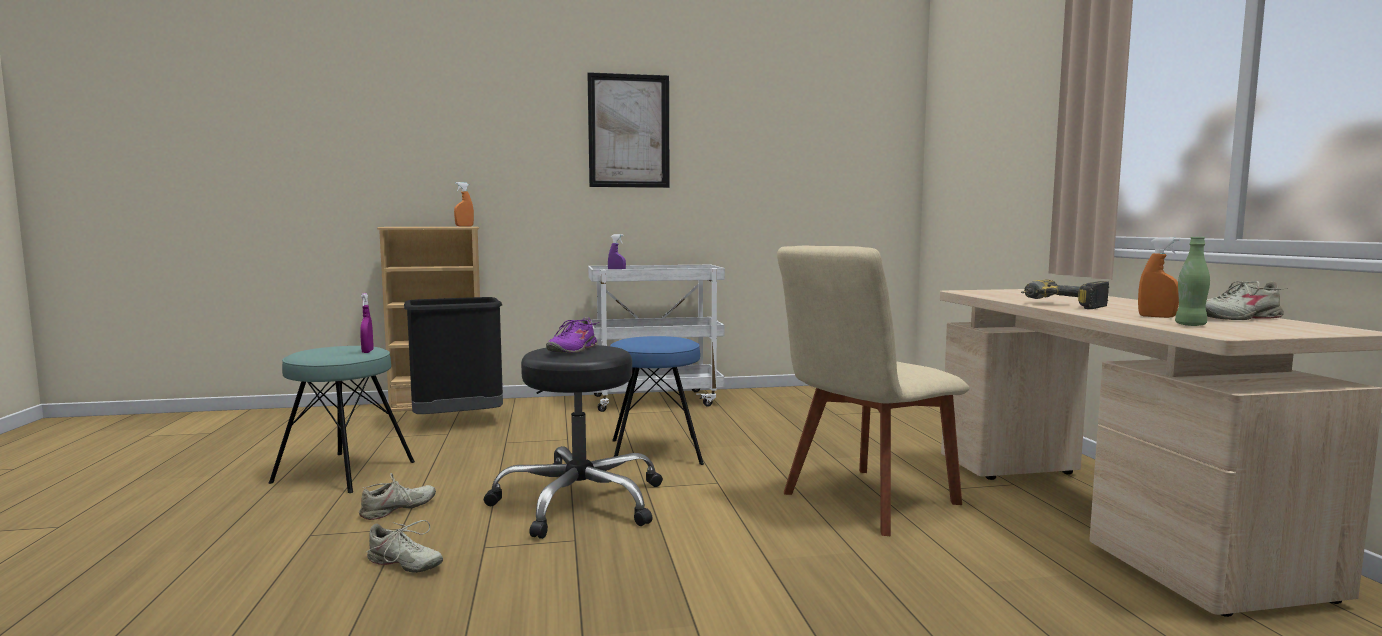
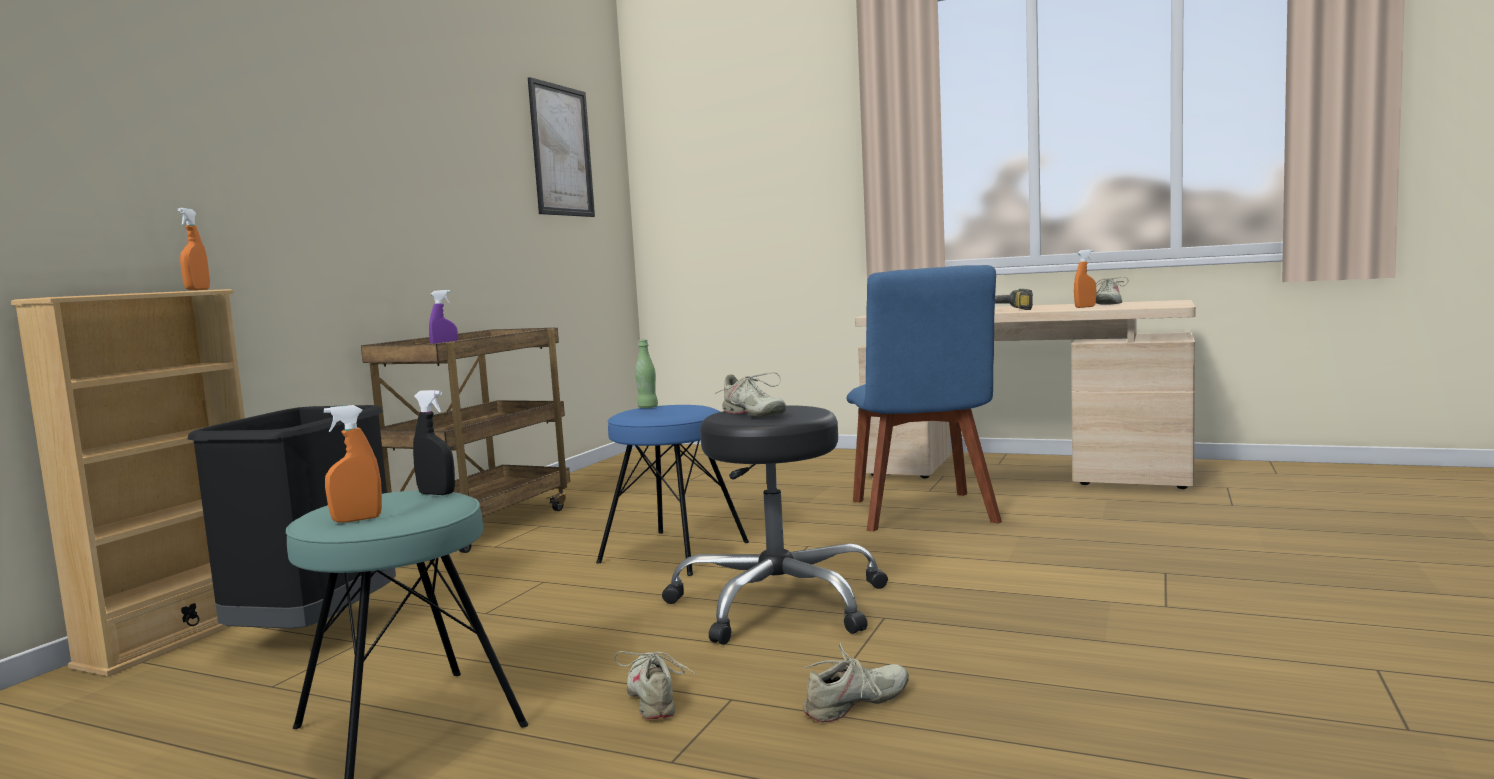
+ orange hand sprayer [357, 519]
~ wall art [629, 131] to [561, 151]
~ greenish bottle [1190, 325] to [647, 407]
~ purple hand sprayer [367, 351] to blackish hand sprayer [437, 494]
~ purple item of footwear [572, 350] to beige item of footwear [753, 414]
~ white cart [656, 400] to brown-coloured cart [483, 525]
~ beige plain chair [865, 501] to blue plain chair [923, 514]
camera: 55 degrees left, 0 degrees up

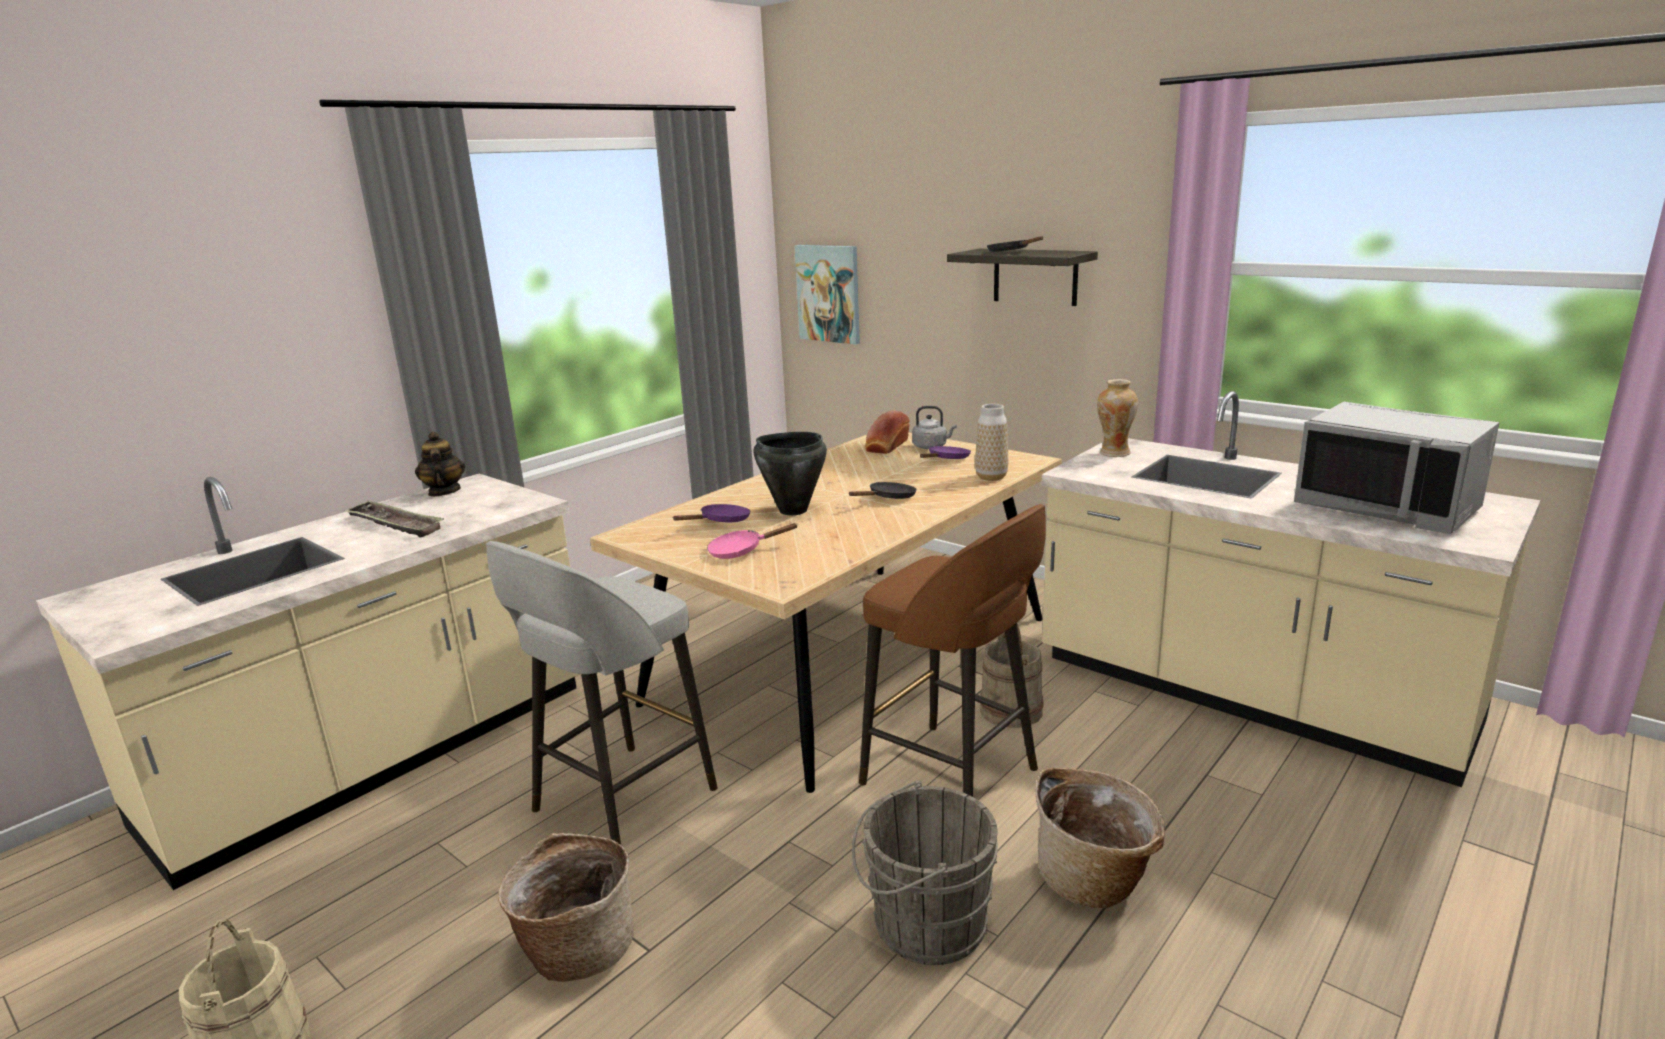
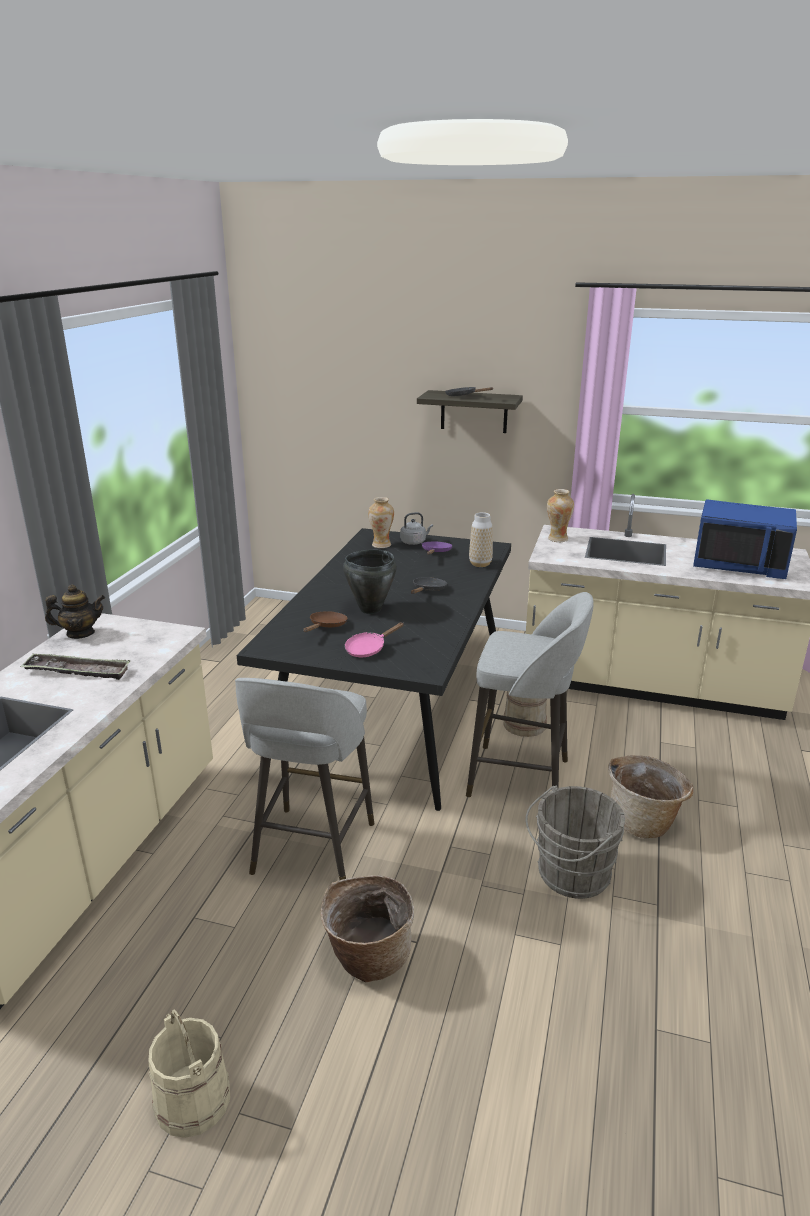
- wall art [829, 293]
~ baked bread [886, 446] to decorative vase [381, 545]
~ beige dining table [852, 661] to blackish dining table [395, 709]
~ purple pan [721, 521] to brown-coloured pan [326, 626]
~ brown-coloured sitting stool [953, 779] to greyish sitting stool [522, 779]
~ greyish kitchen microwave [1387, 507] to blue kitchen microwave [740, 563]
~ pot for tea [444, 492] = [80, 633] 120 degrees clockwise
camera: 25 degrees left, 5 degrees up

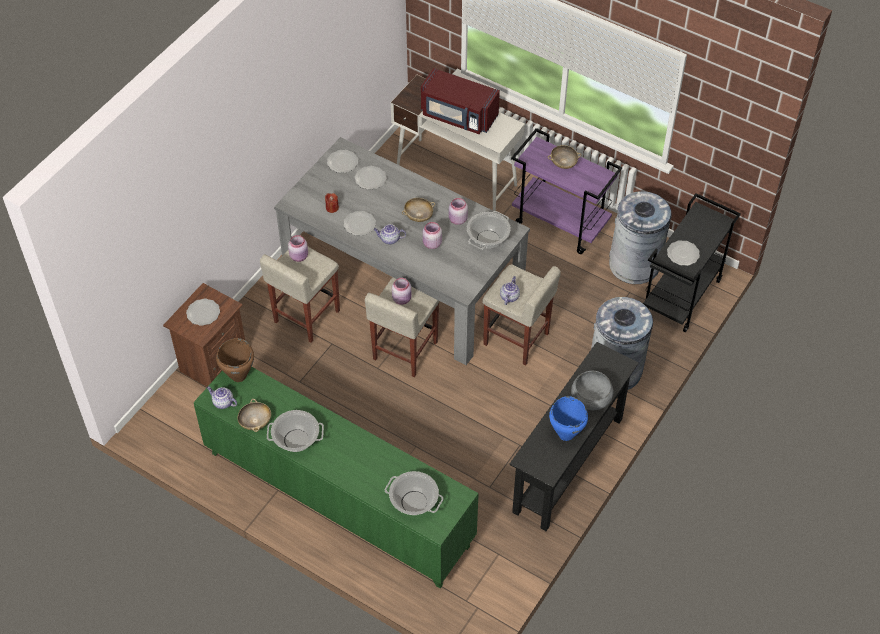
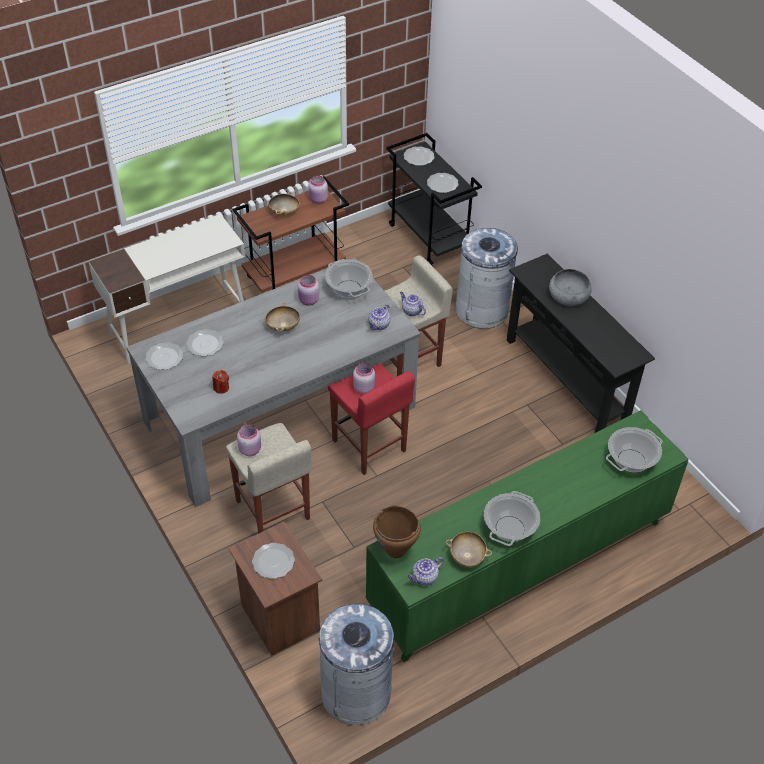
- red kitchen microwave [458, 116]
- blue stockpot [565, 434]
~ plate [359, 224] to [418, 157]
~ pot for tea [389, 239] to [379, 325]
~ pinkish jar [431, 244] to [318, 200]
~ greyish rubbish bin [634, 264] to [356, 692]
~ beige sitting stool [404, 351] to red sitting stool [369, 446]
~ purple cart [561, 224] to brown-coloured cart [295, 278]
camera: 65 degrees left, 5 degrees down

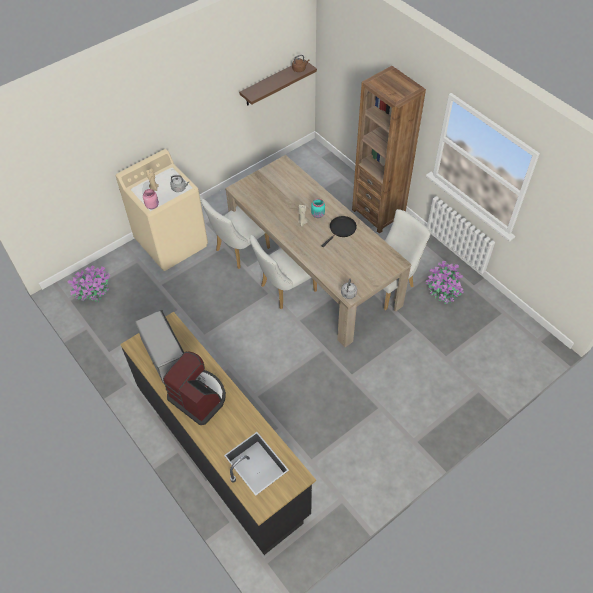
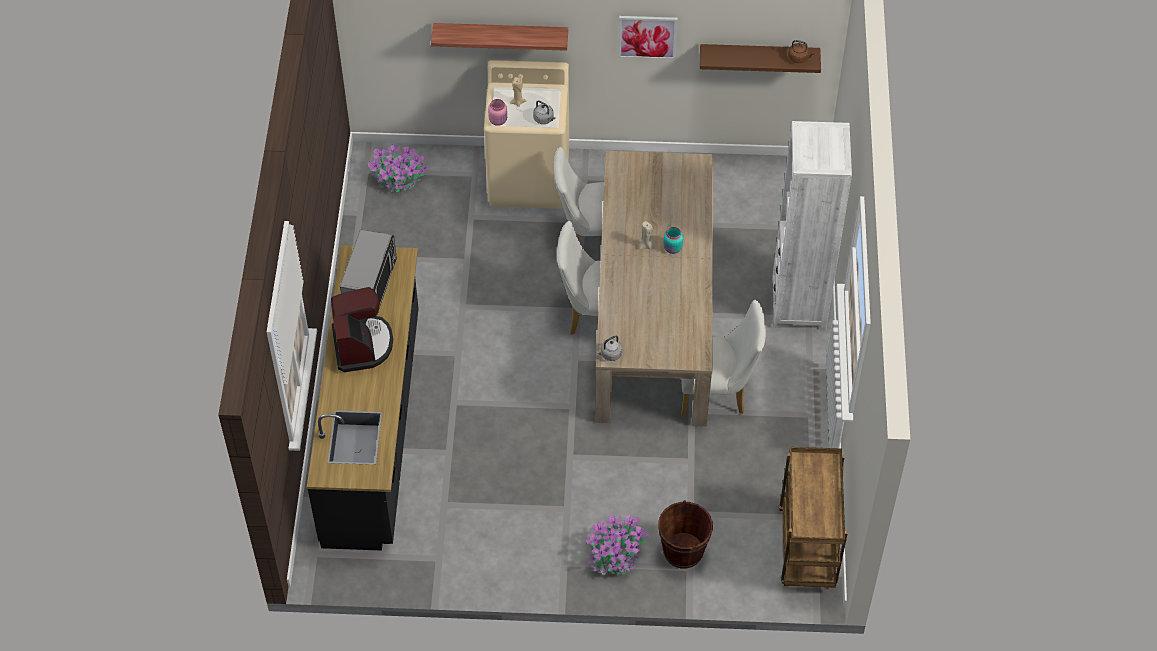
- blackish pan [341, 229]
+ shelf [501, 35]
+ wall art [647, 36]
+ brown-coloured water bucket [683, 551]
+ brown-coloured cart [808, 549]
~ potted plant [443, 290] to [615, 555]
~ brown-coloured bookcase [378, 213] to white bookcase [799, 303]
camera: 40 degrees right, 0 degrees up

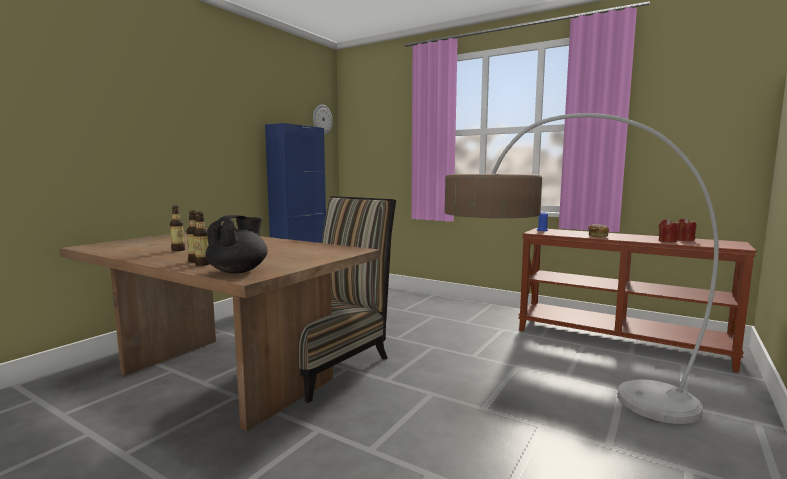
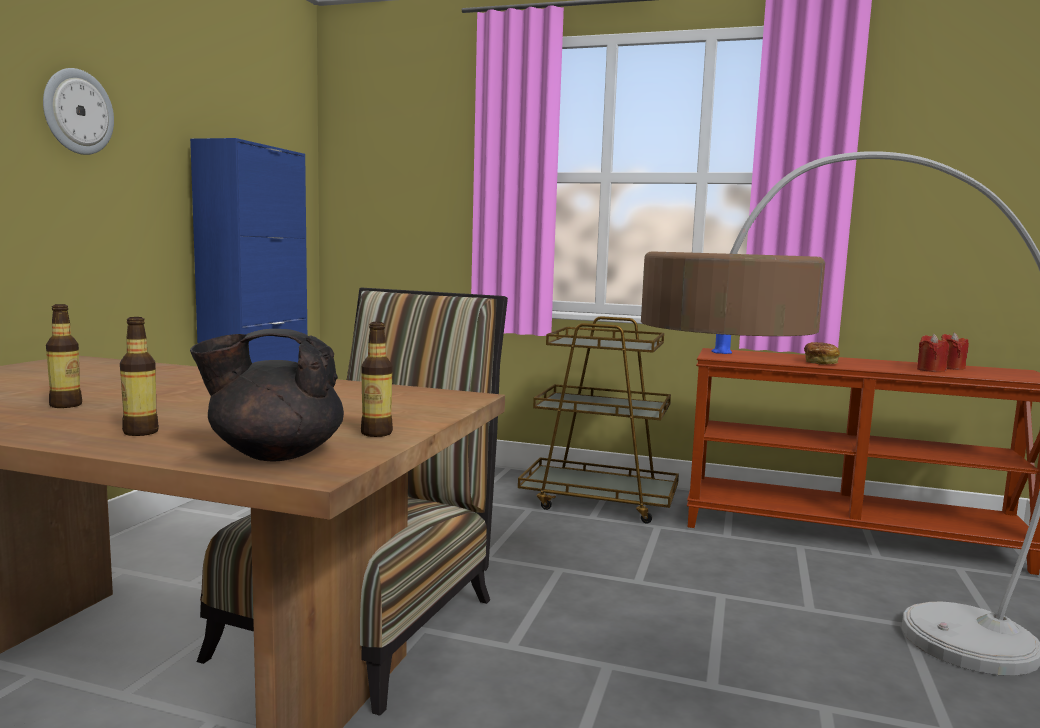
+ brown-coloured cart [599, 502]
~ bottle [203, 264] to [376, 433]
~ clock on the wall [322, 119] to [77, 112]
~ blackish pot for tea [239, 271] = [274, 454] 105 degrees counterclockwise
camera: 15 degrees left, 0 degrees up

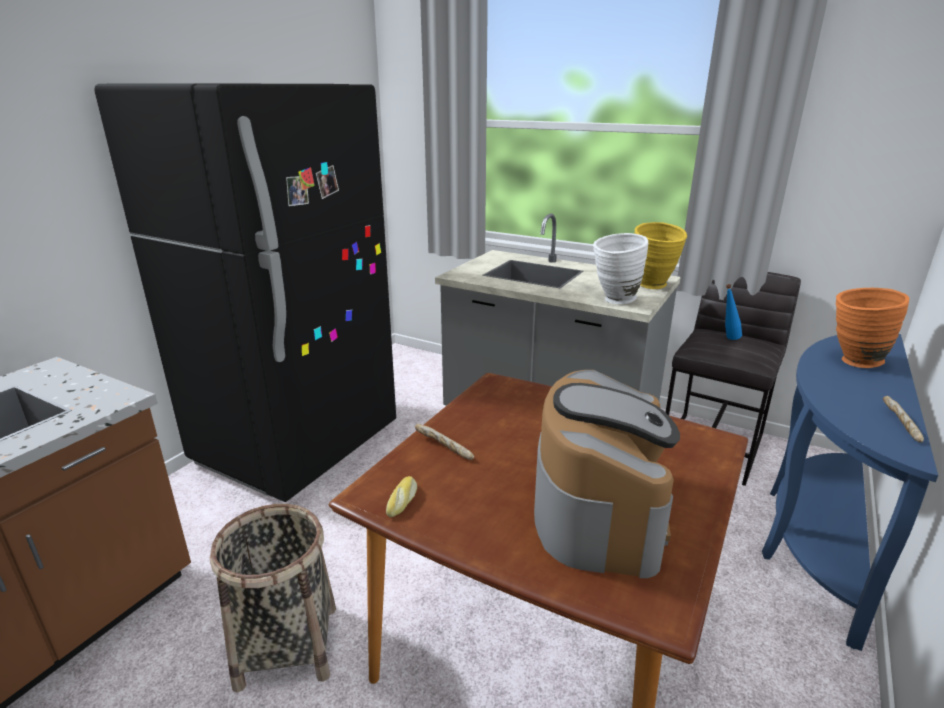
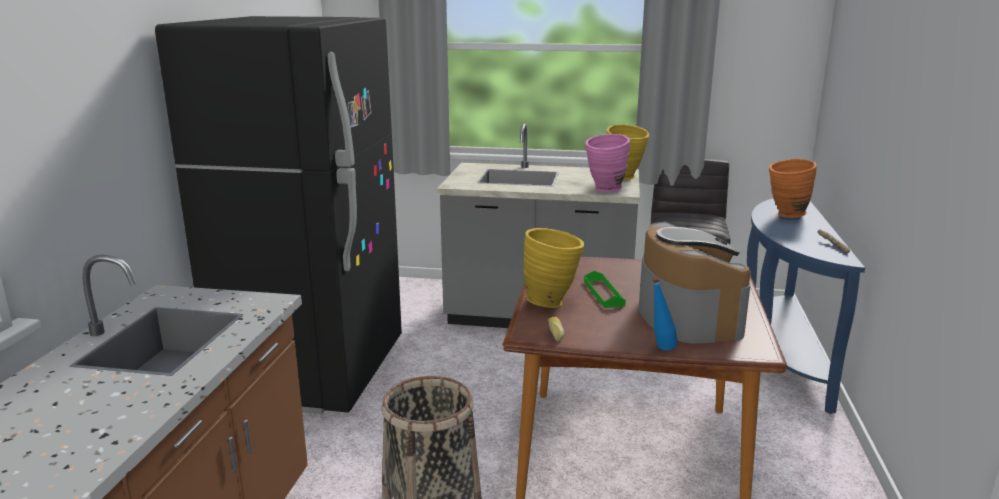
+ greenish tray [603, 293]
~ blue bottle [727, 339] to [660, 350]
~ baked bread [443, 448] to yellow-coloured decorative vase [553, 302]
~ white decorative vase [614, 301] to pinkish decorative vase [605, 191]
camera: 20 degrees left, 5 degrees down

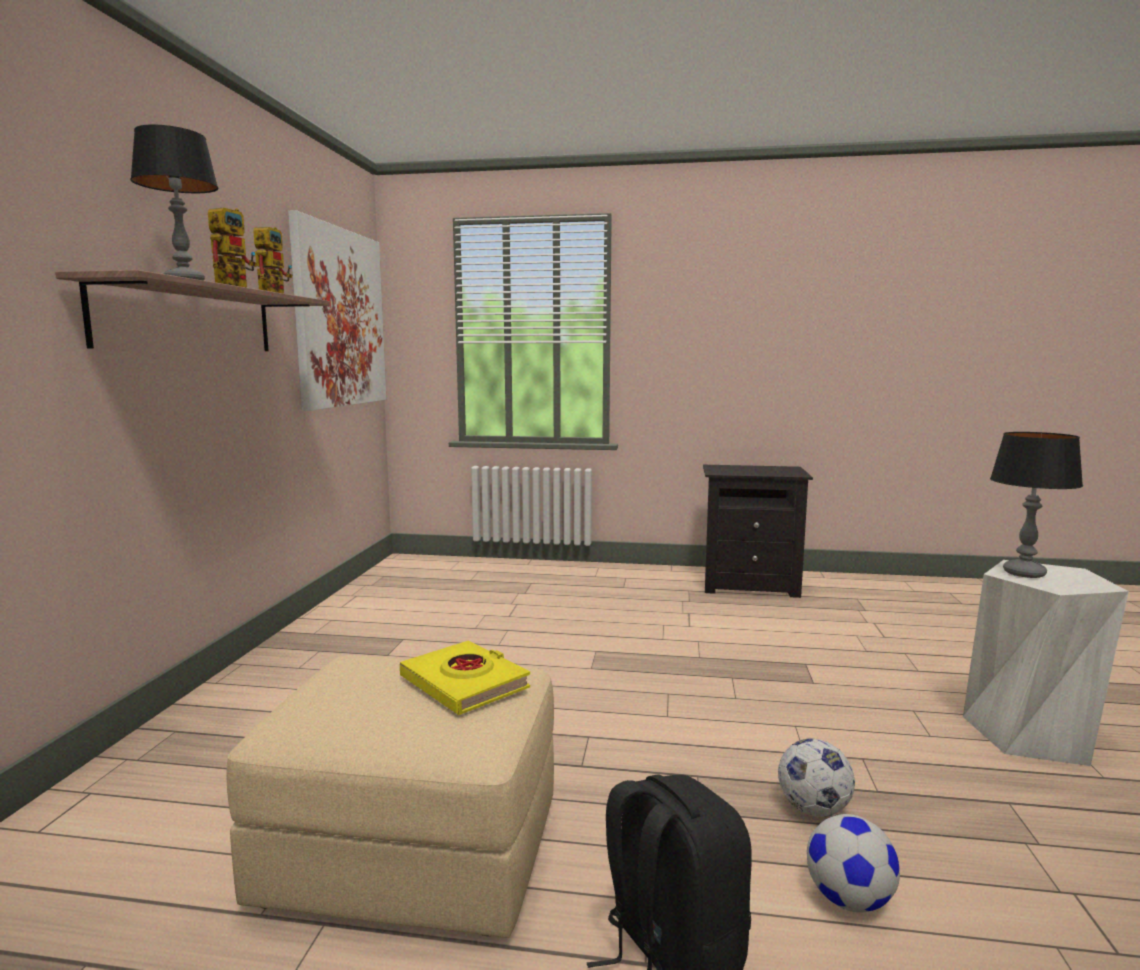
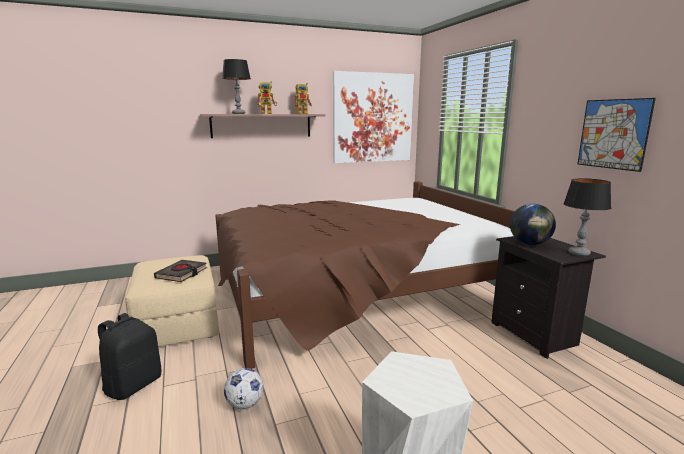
- ball for football [849, 900]
+ brown-coloured bed [355, 293]
+ globe [530, 244]
+ wall art [613, 134]
~ lamp for a table [1023, 573] to [579, 253]
~ yellow-coloured bound book [465, 684] to blackish bound book [182, 274]
camera: 60 degrees right, 5 degrees up

